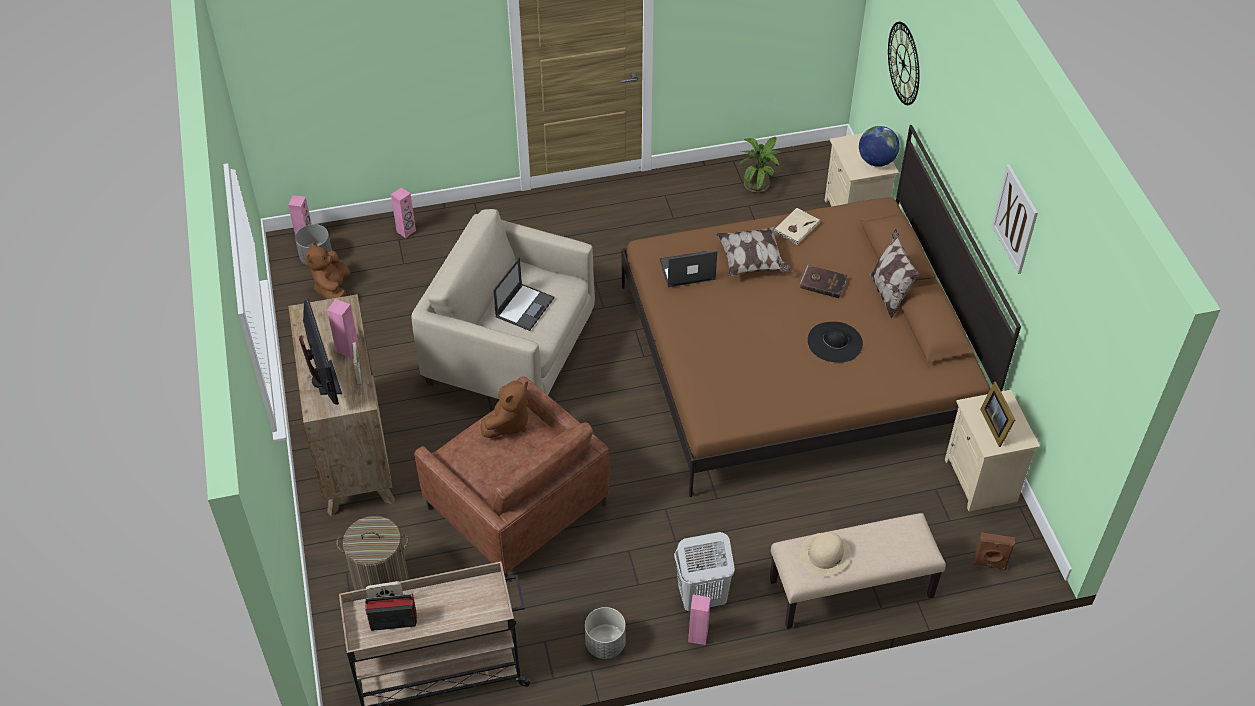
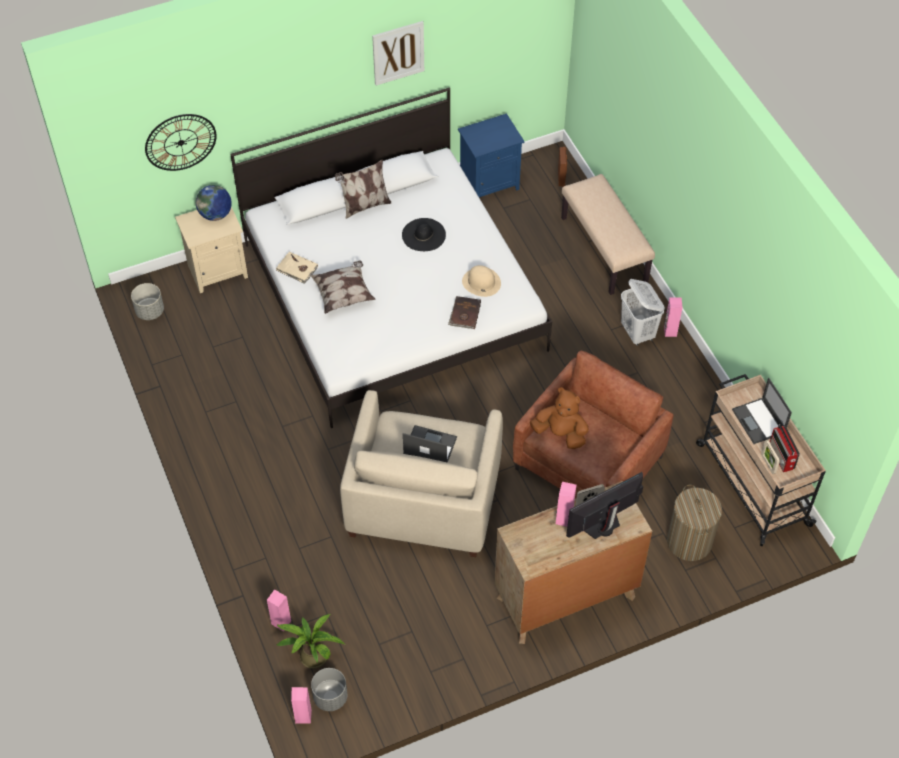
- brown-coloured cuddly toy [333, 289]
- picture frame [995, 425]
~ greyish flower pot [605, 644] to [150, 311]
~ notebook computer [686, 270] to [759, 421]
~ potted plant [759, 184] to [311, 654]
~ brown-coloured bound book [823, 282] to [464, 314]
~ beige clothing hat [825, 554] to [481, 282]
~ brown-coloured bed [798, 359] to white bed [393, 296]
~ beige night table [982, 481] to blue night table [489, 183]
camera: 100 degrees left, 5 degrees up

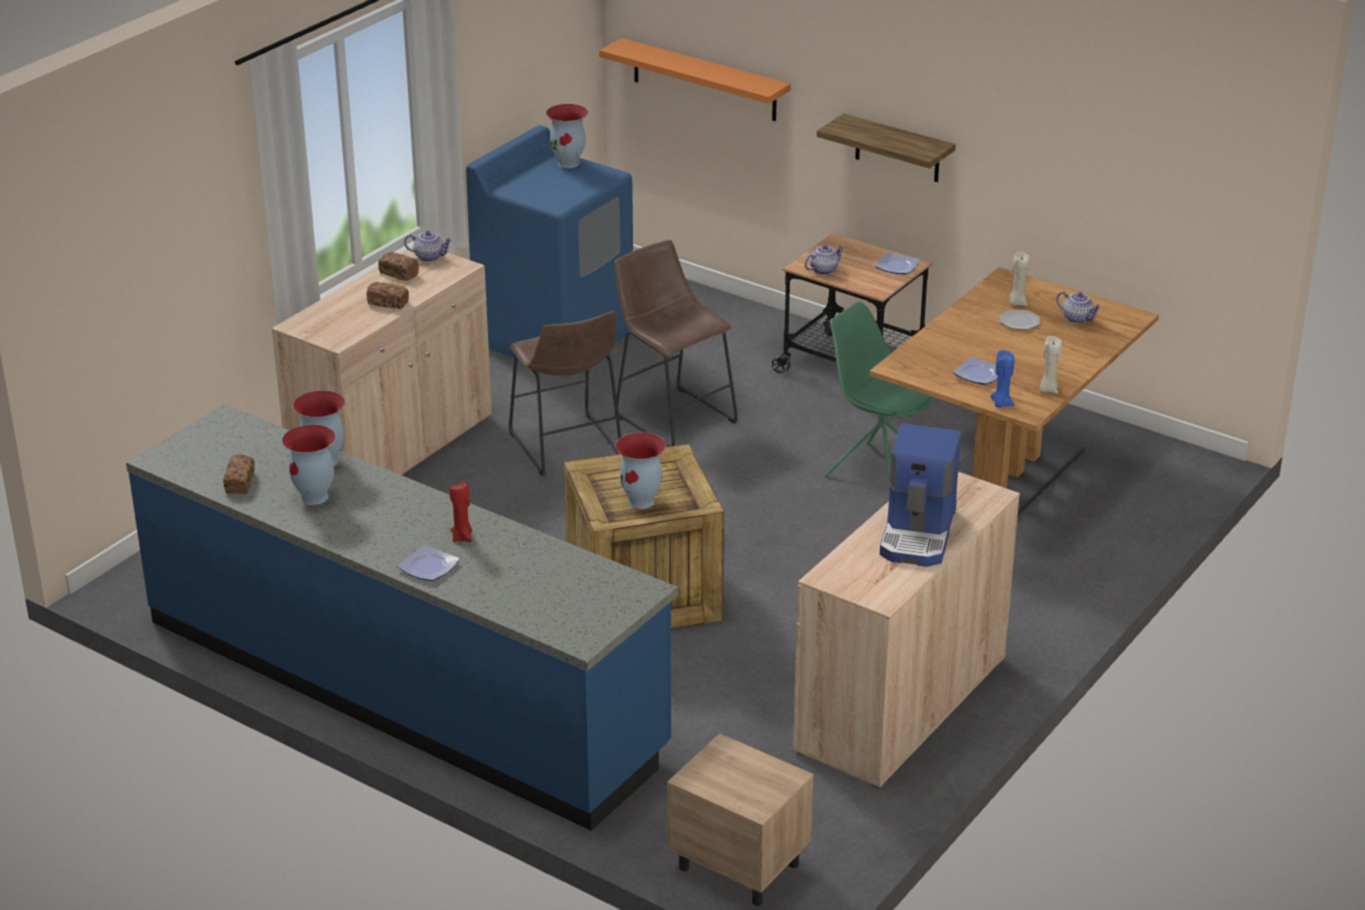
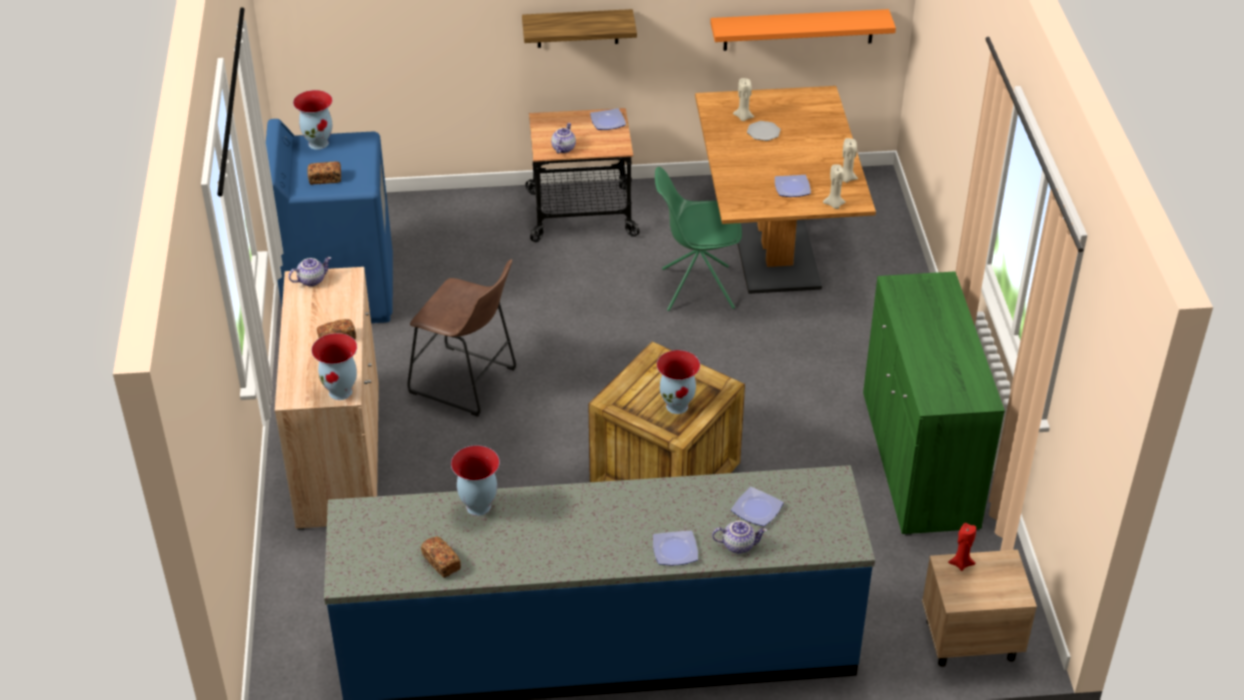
- brown-coloured sitting stool [672, 416]
- coffee machine [919, 534]
+ plate [756, 509]
~ decorative vase [315, 497] to [341, 392]
~ baked bread [398, 273] to [325, 179]
~ red candle [462, 537] to [961, 563]
~ orange shelf [704, 80] to [798, 29]
~ pot for tea [1078, 318] to [738, 545]
~ beige cupboard [900, 705] to greenish cupboard [918, 460]
~ blue candle [1001, 404] to beige candle [834, 205]
camera: 40 degrees left, 10 degrees up

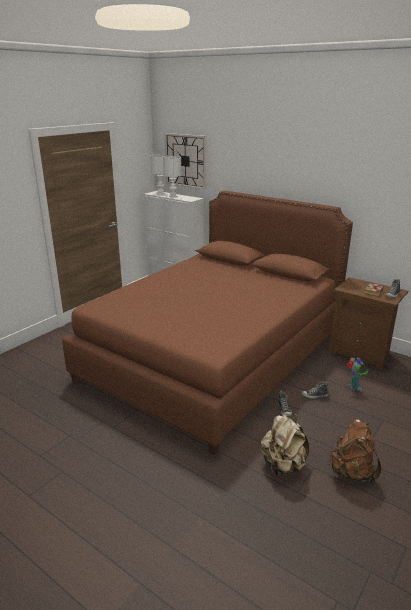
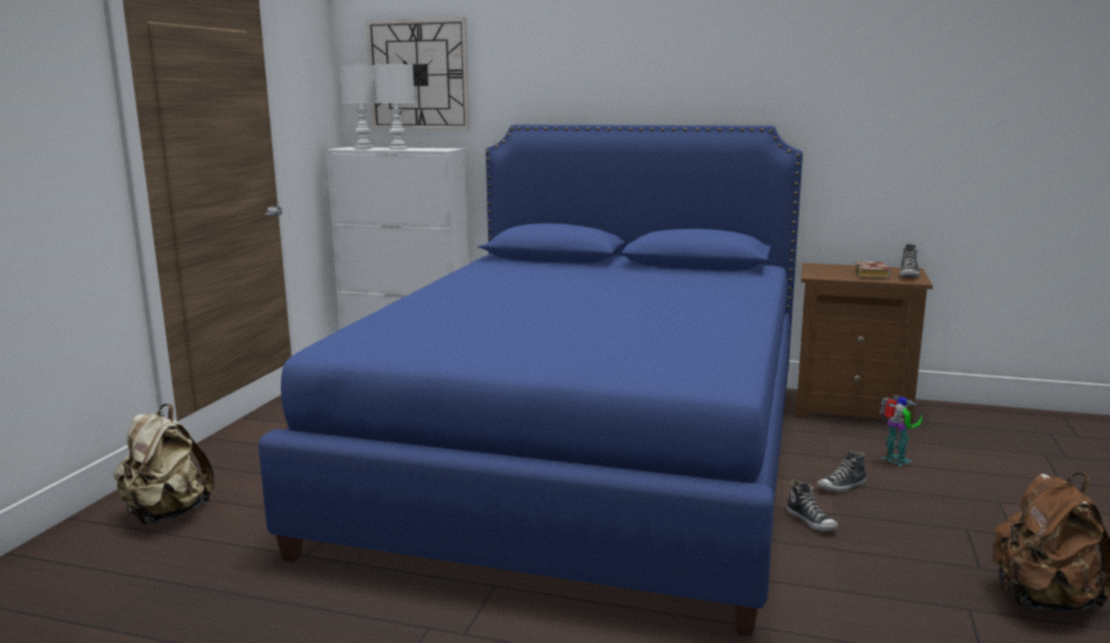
~ beige rucksack [283, 465] to [166, 514]
~ brown-coloured bed [214, 357] to blue bed [584, 457]
camera: 20 degrees left, 10 degrees down

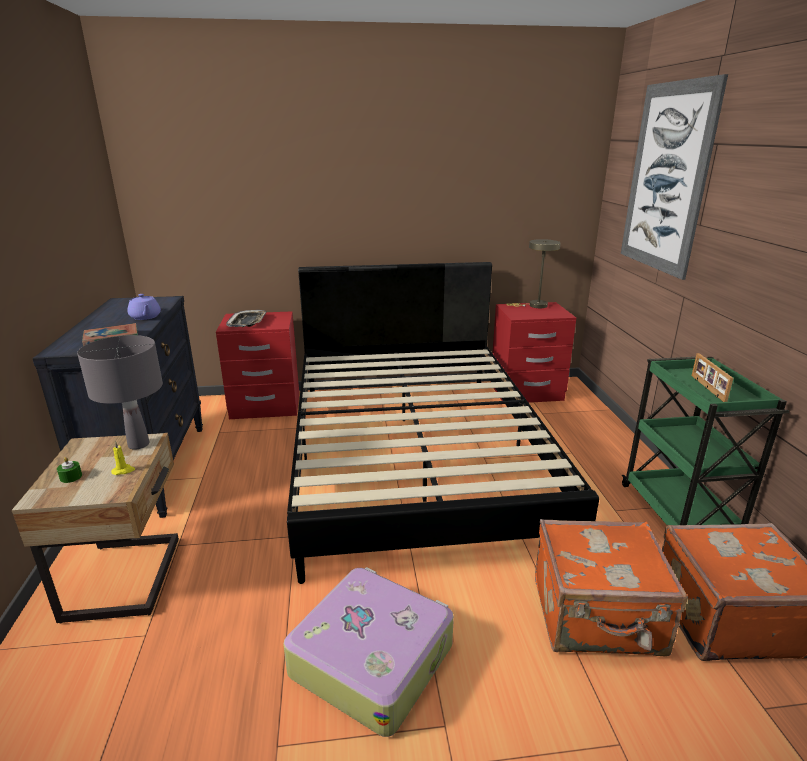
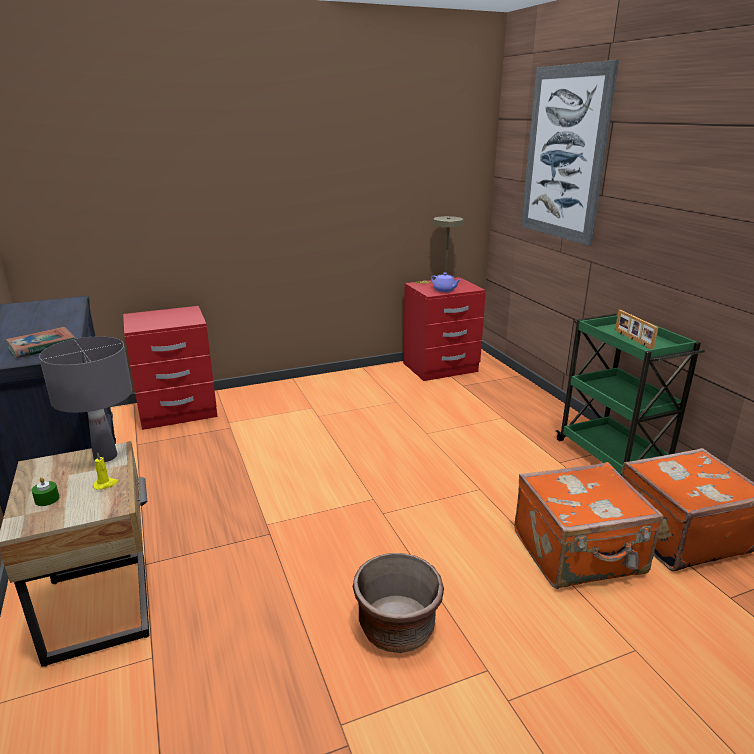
- tray [248, 322]
- blackish bed [415, 456]
~ purple pot for tea [145, 317] to [444, 290]
~ suitcase [372, 657] to brown-coloured flower pot [397, 628]
camera: 15 degrees left, 0 degrees up

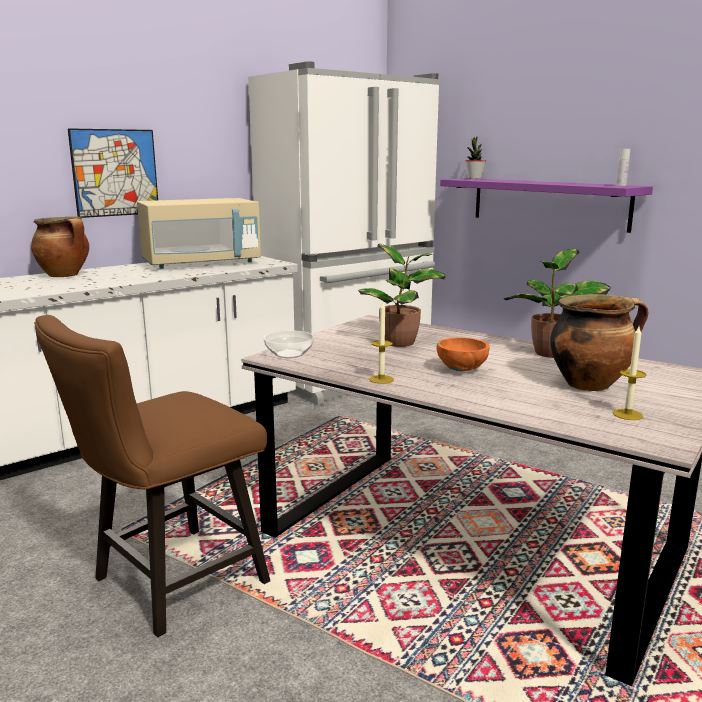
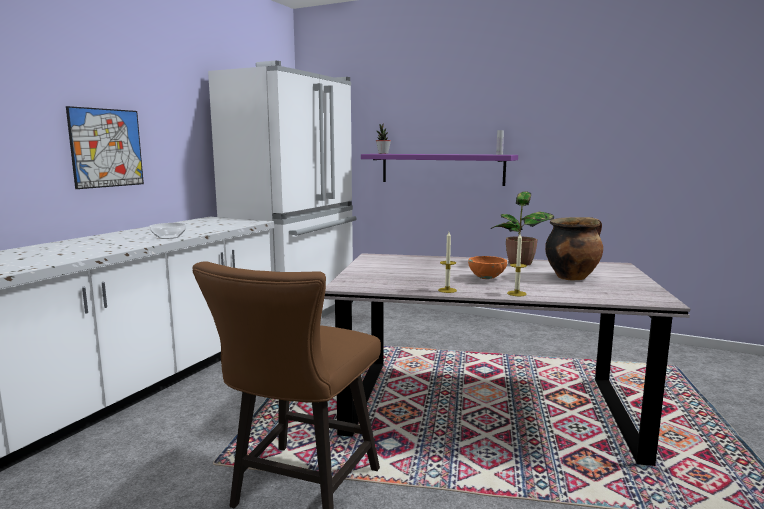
- stockpot [65, 275]
- beige kitchen microwave [202, 263]
- potted plant [401, 343]
~ serving bowl [289, 354] to [169, 237]
~ candle [627, 414] to [516, 293]
camera: 25 degrees left, 5 degrees down

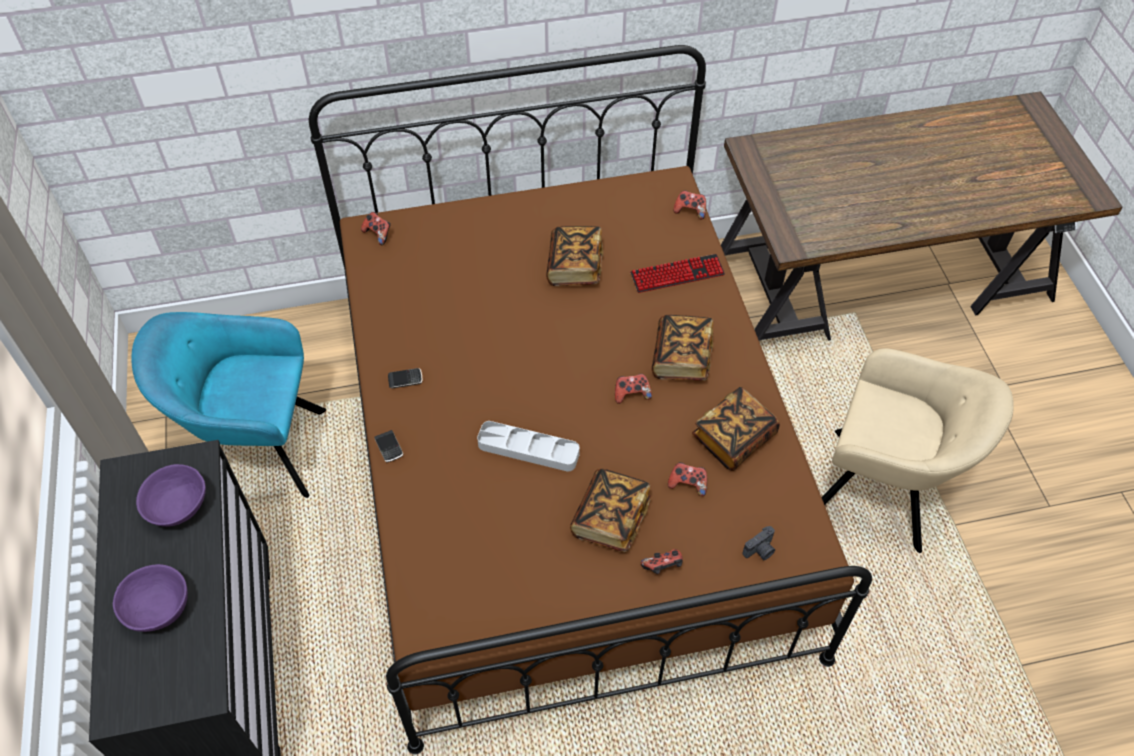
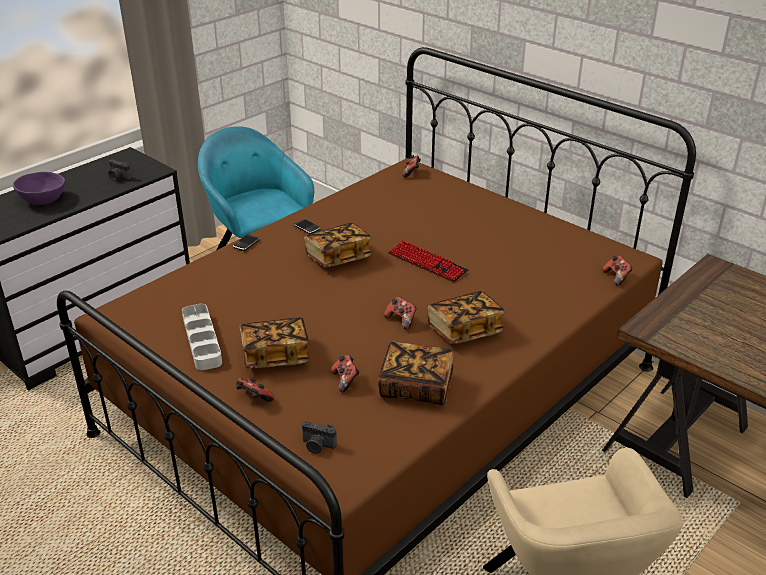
~ greyish tray [528, 449] to [202, 340]
~ bound book [575, 267] to [338, 257]
~ PC keyboard [677, 274] to [427, 263]
~ purple serving bowl [179, 506] to still camera [118, 178]
camera: 55 degrees right, 20 degrees down

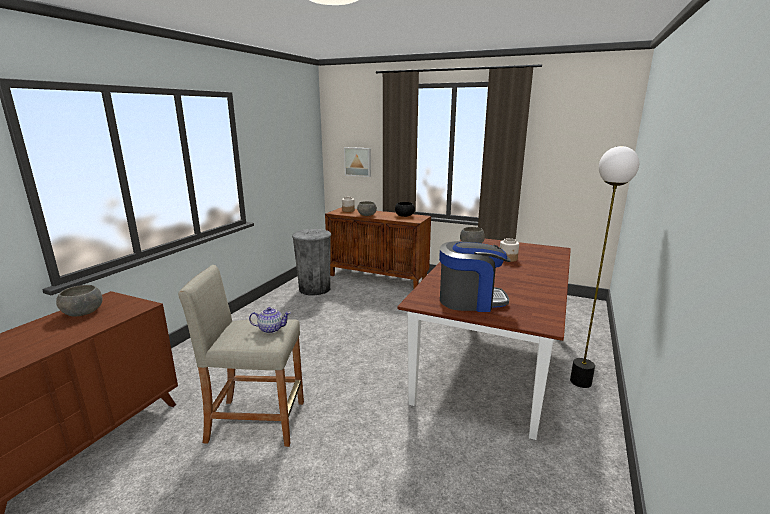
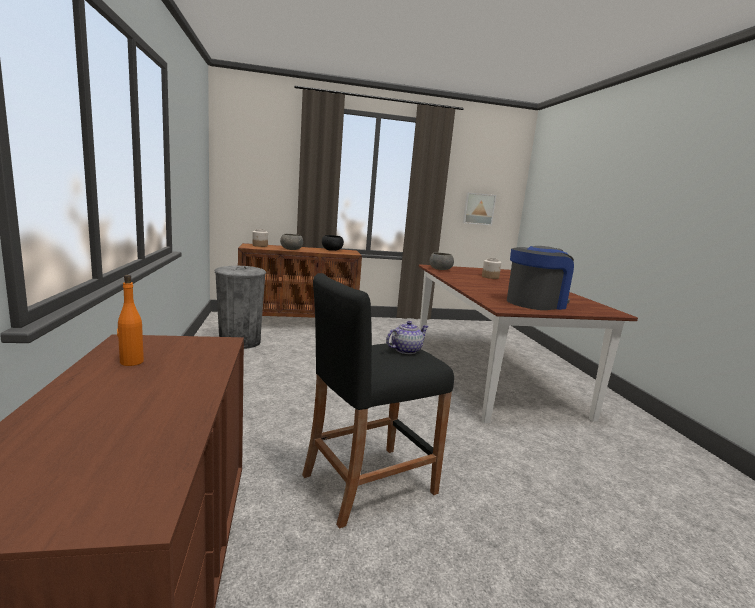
- floor lamp [581, 382]
~ wall art [358, 161] to [478, 209]
~ greyish serving bowl [83, 312] to orange bottle [131, 362]
~ beige sitting stool [256, 421] to blackish sitting stool [368, 483]
camera: 35 degrees left, 5 degrees down

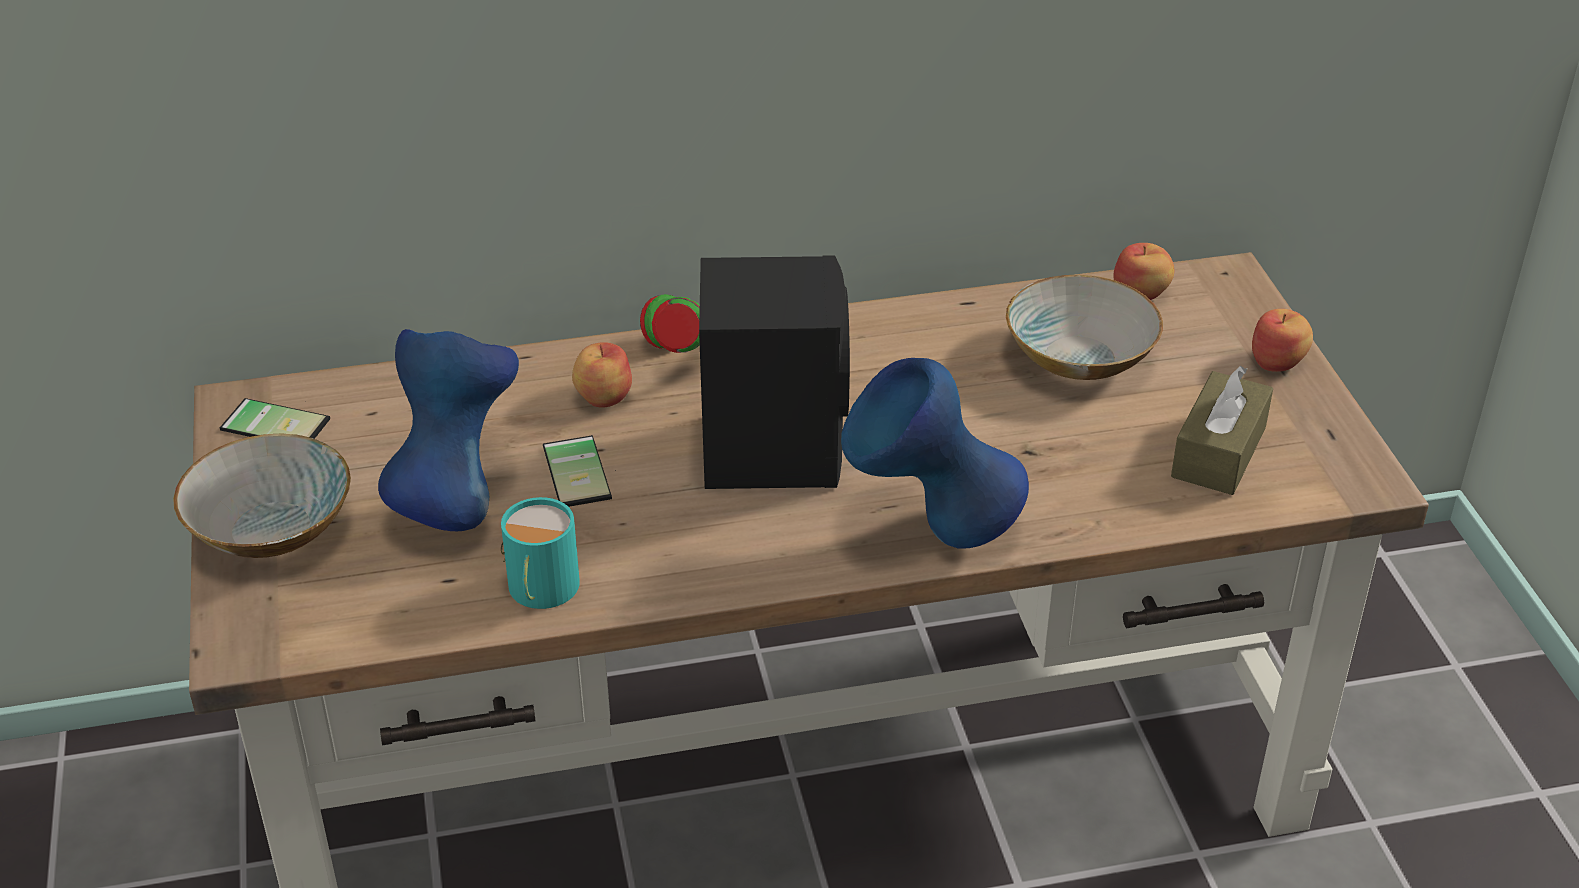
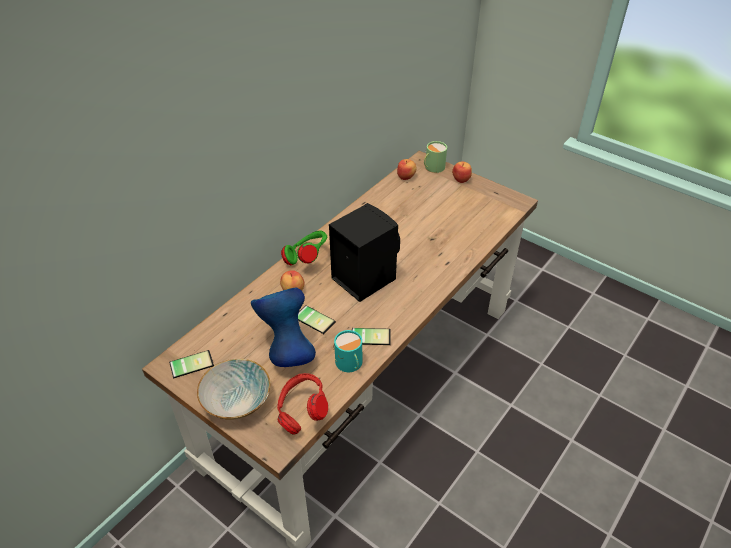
- blue decorative vase [930, 533]
- serving bowl [1078, 357]
- brown-coloured tissue box [1218, 452]
+ red headphones [302, 413]
+ telephone [371, 335]
+ greenish tea mug [433, 167]
camera: 40 degrees left, 5 degrees up

